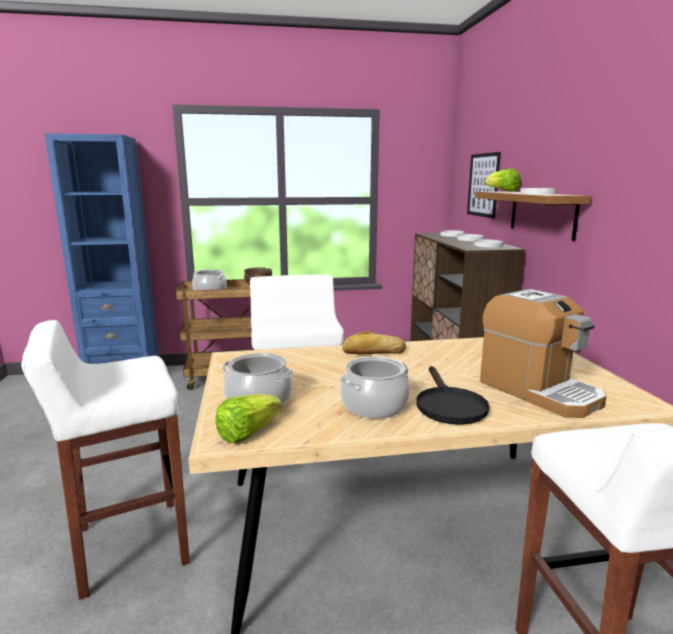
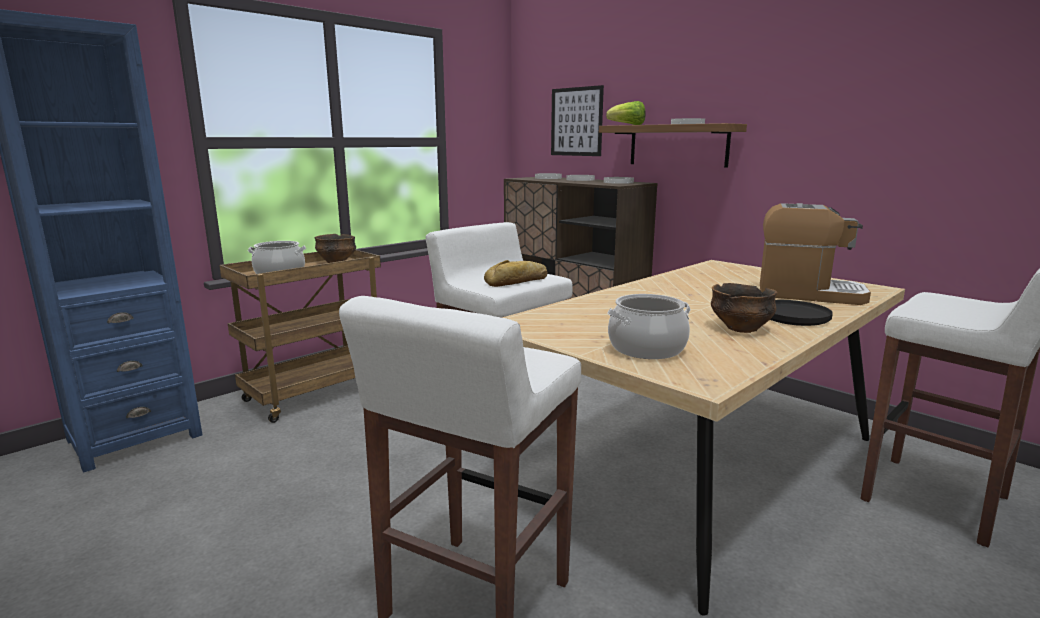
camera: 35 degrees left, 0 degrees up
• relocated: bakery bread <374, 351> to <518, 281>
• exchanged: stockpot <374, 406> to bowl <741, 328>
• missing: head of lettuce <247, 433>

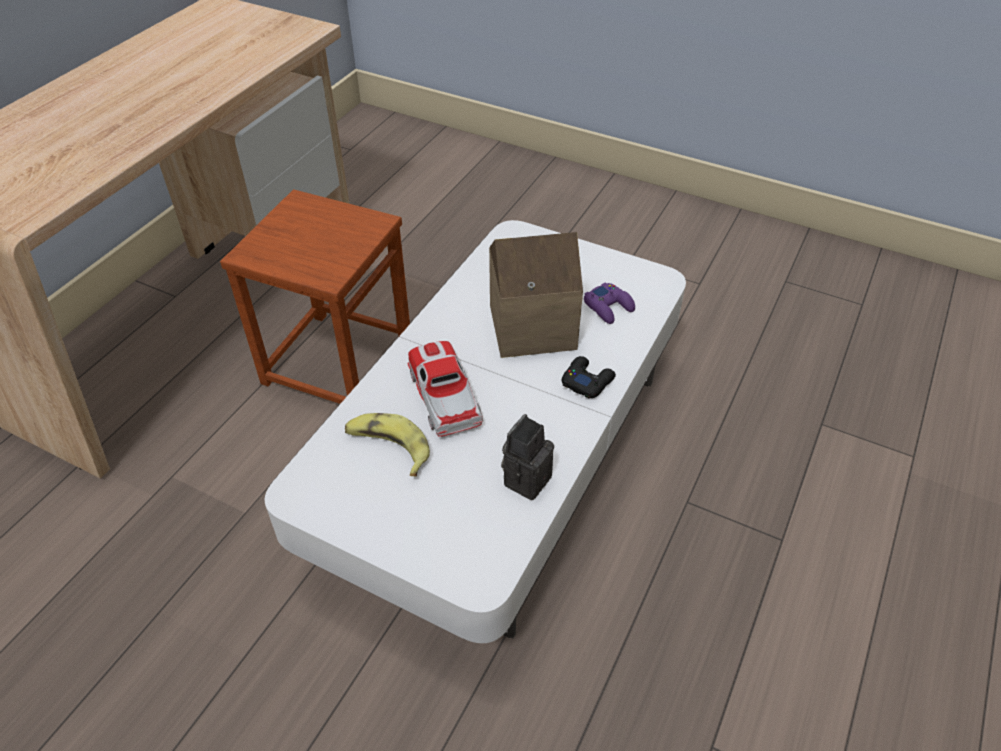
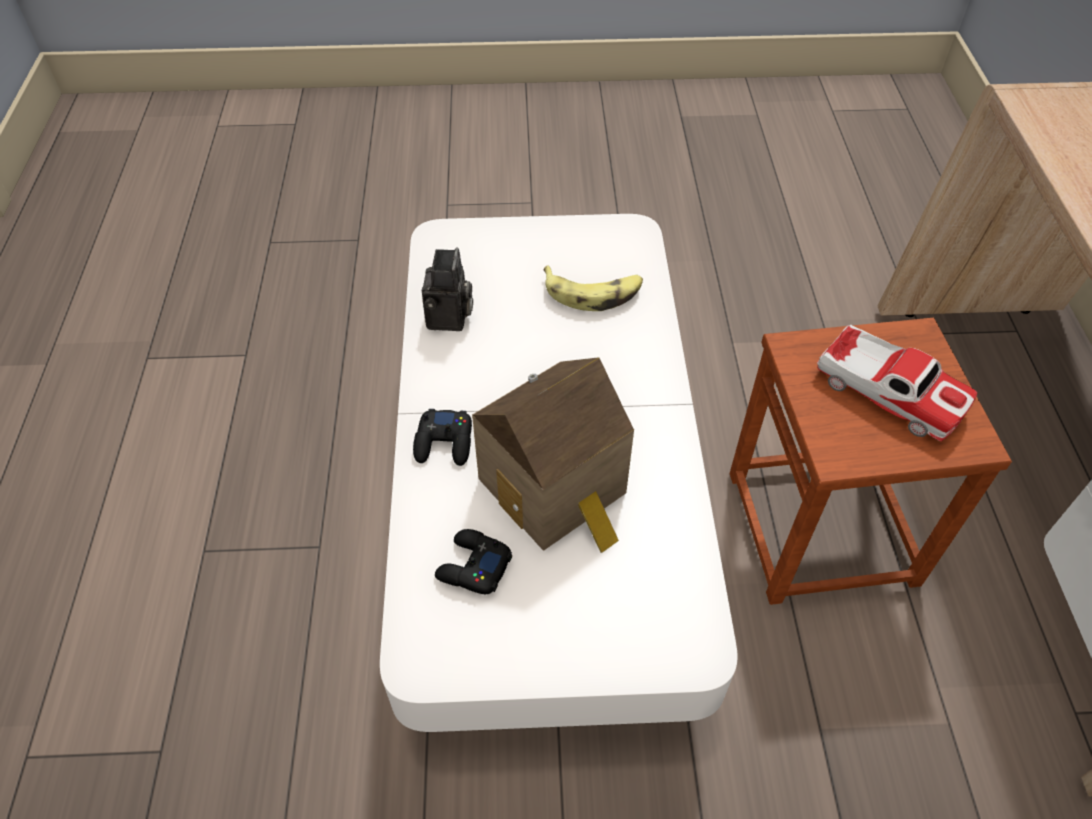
camera: 150 degrees right, 5 degrees up
• colour: purple-coloured game controller <609, 307> to blackish game controller <473, 567>
• relocated: toy car <445, 397> to <888, 391>

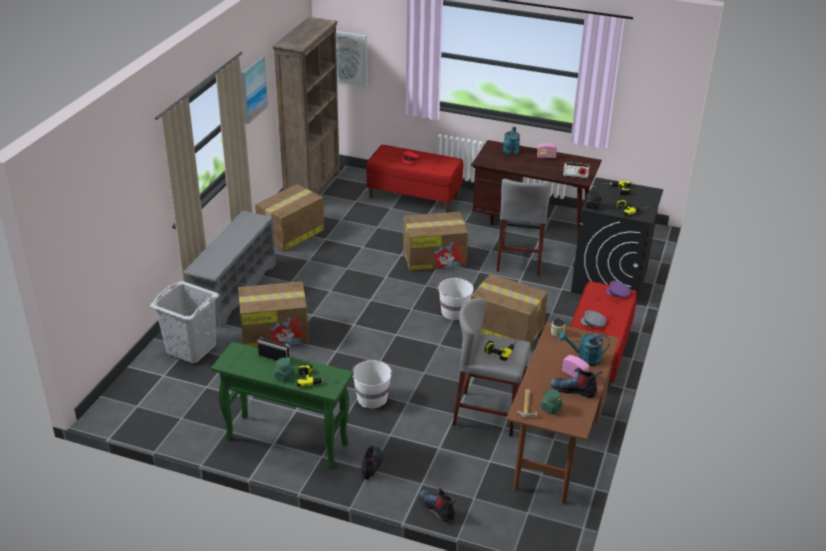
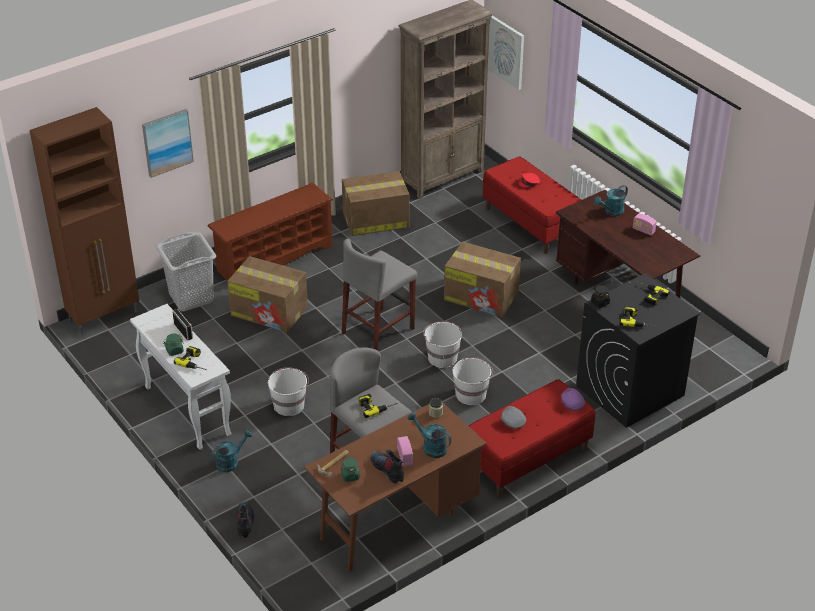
camera: 35 degrees right, 5 degrees up
• relocated: wall picture <252, 89> to <167, 142>
• missing: radio <575, 176>
• relocated: greyish sitting stool <519, 260> to <378, 331>
• colour: greyish shoe stand <234, 291> to brownish shoe stand <274, 257>
• exchanged: carton <505, 329> to white pail <471, 394>
• colour: green narrow table <286, 441> to white narrow table <186, 410>
• exchanged: high-top boot <371, 465> to turquoise watering pot <231, 462>
• appeared: brownish cupboard <105, 316>

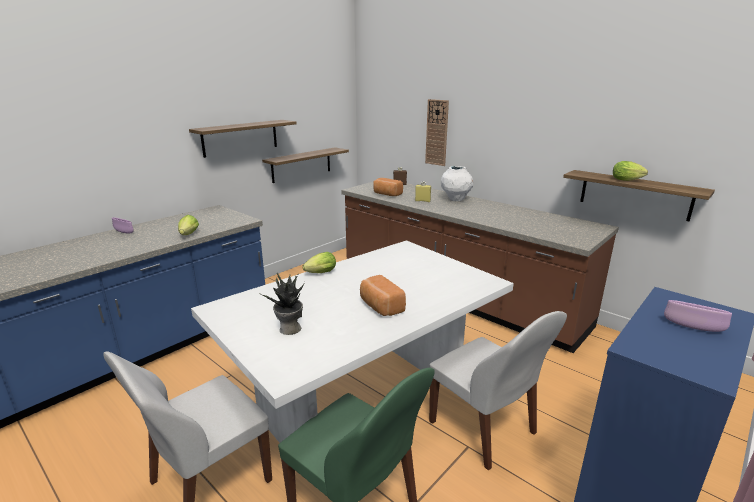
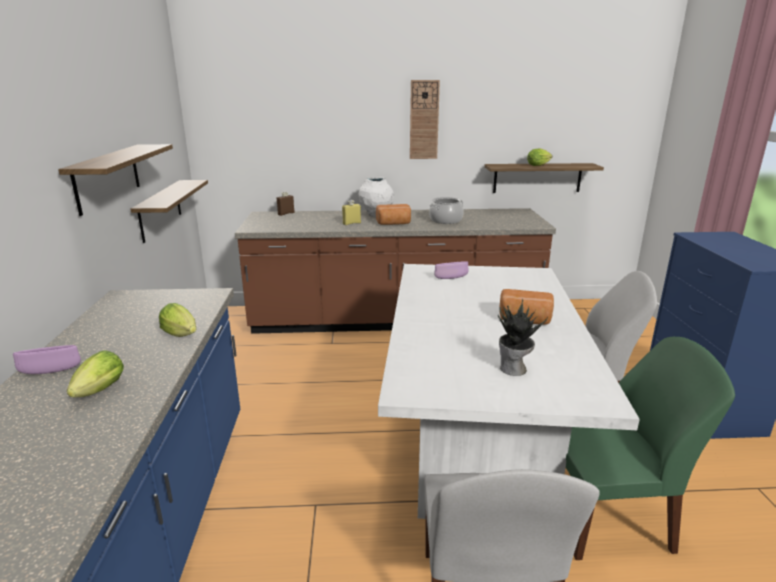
camera: 45 degrees left, 0 degrees up
• relocated: wall clock <437, 132> to <424, 120>
• relocated: bakery bread <386, 194> to <394, 223>
• relocated: head of lettuce <319, 273> to <98, 392>
• relocated: purple-coloured bowl <693, 327> to <451, 278>
• appeared: stockpot <446, 220>

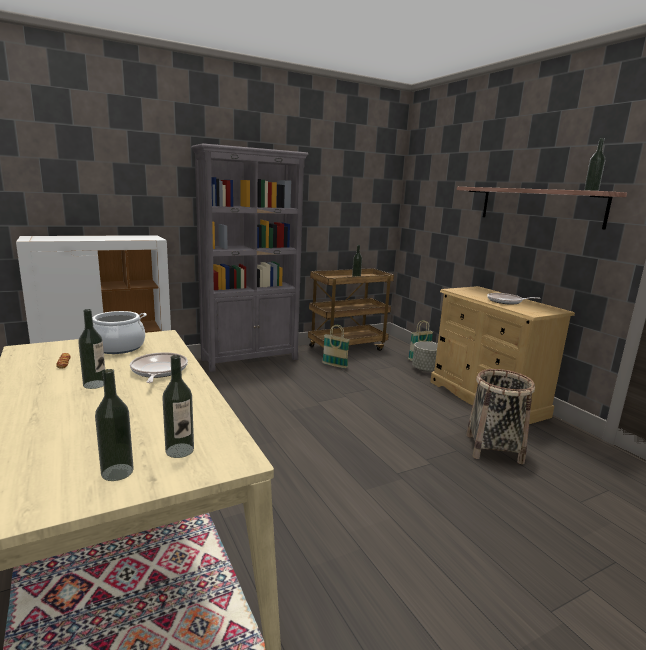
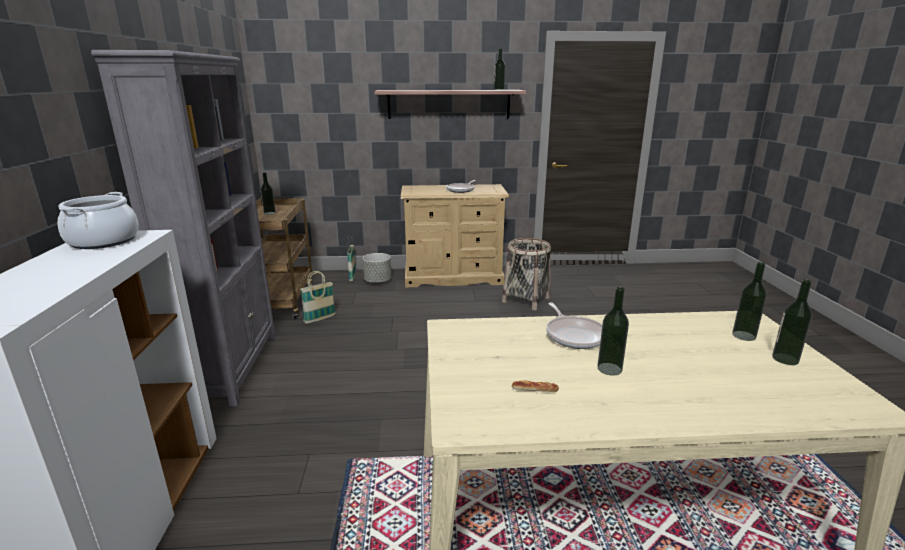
camera: 65 degrees left, 5 degrees up
• relocated: stockpot <118, 347> to <104, 241>
• spun: pan <158, 371> = <574, 335> 120 degrees counterclockwise

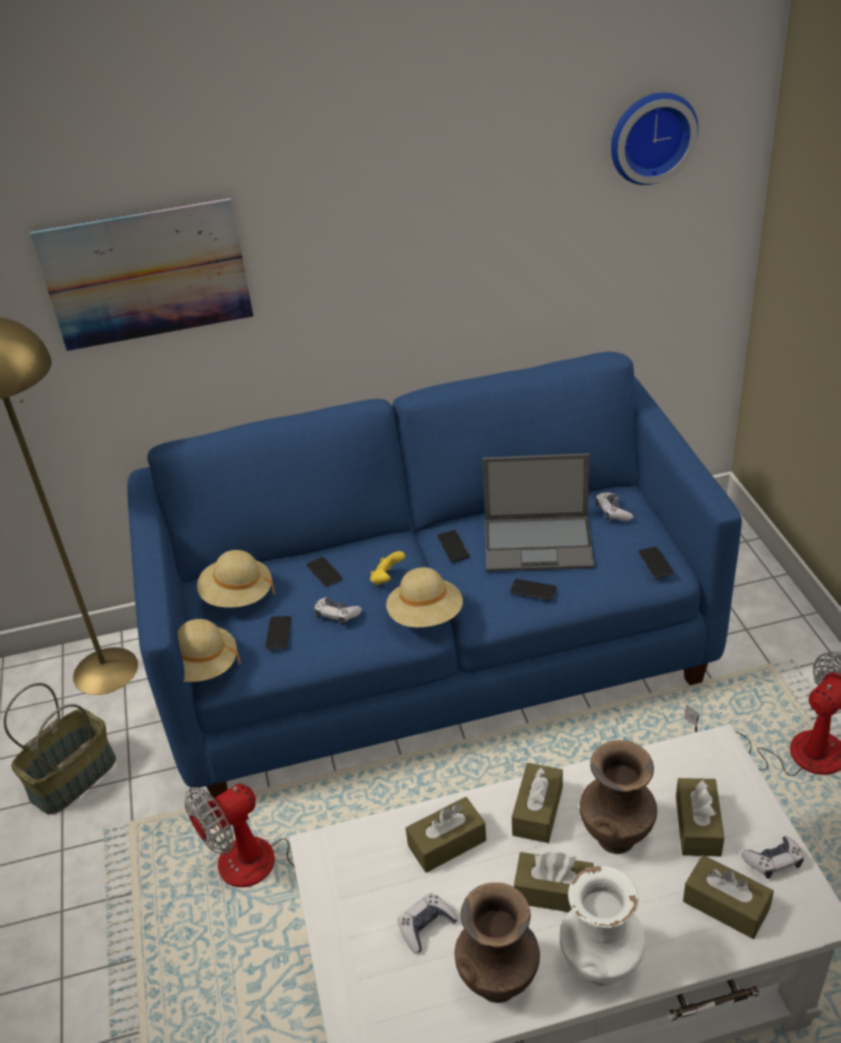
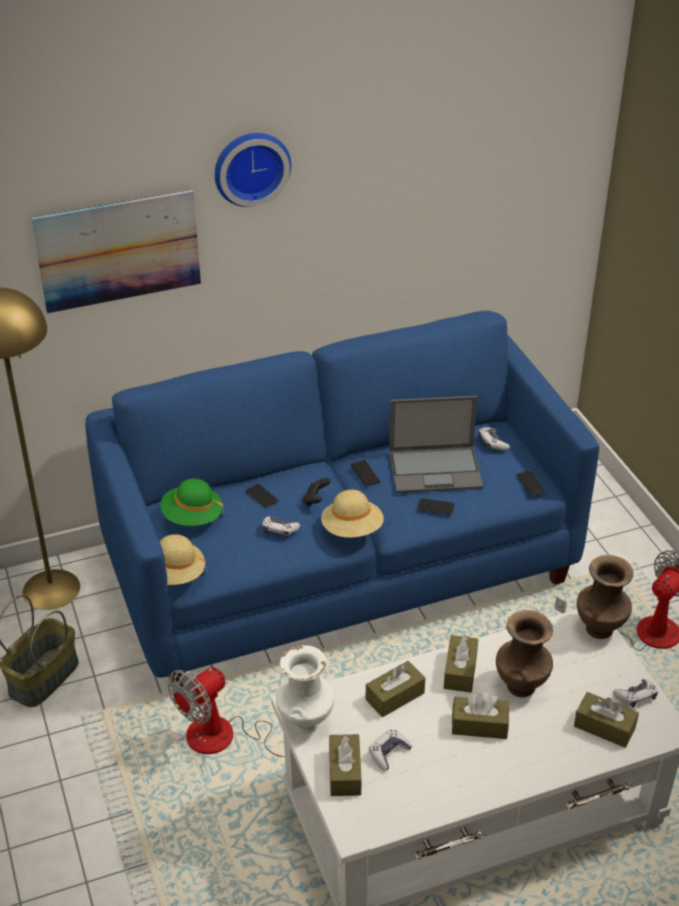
camera: 10 degrees left, 0 degrees up
• relocated: wall clock <651, 136> to <250, 167>
• colour: beige wearable hat <237, 596> to green wearable hat <192, 517>
• colour: yellow game controller <387, 579> to blackish game controller <315, 500>
• missing: telephone <278, 633>
• relocated: brownish tissue box <697, 826> to <345, 772>
• relocated: white flower vase <600, 968> to <305, 723>
• relocated: brownish flower vase <499, 981> to <600, 628>

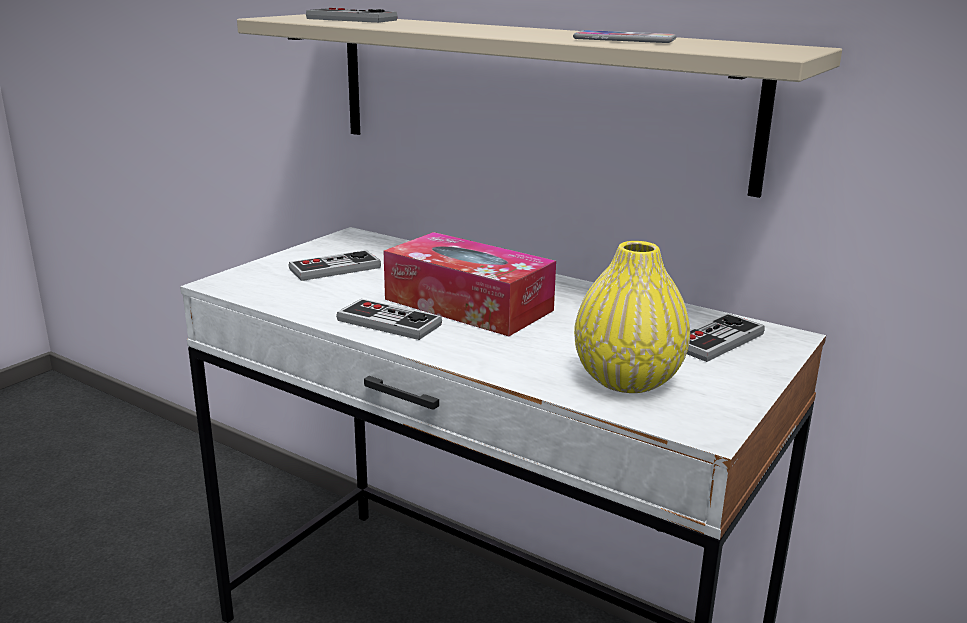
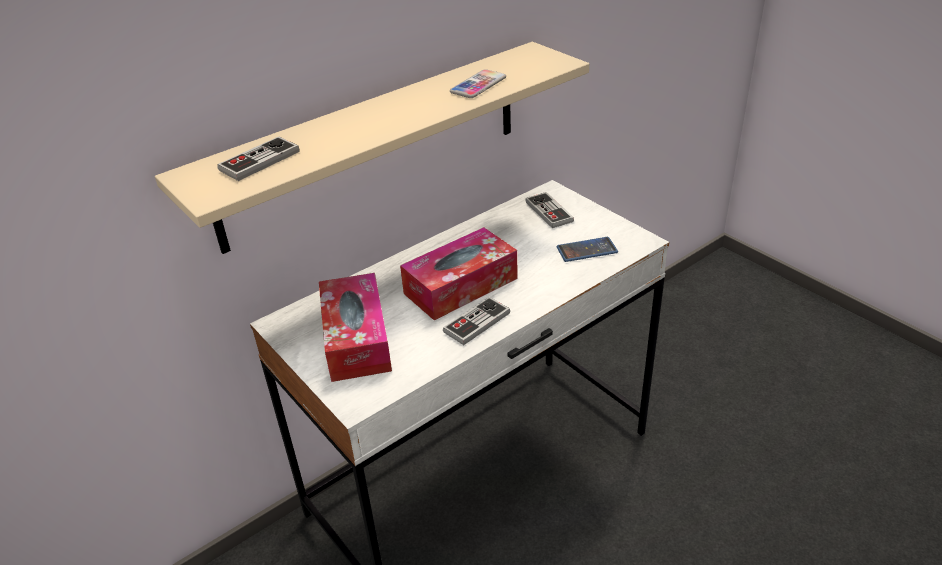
camera: 70 degrees left, 15 degrees up
• exchanged: yellow flower vase <627, 380> to telephone <587, 250>
• exchanged: game controller <335, 268> to tissue box <356, 339>

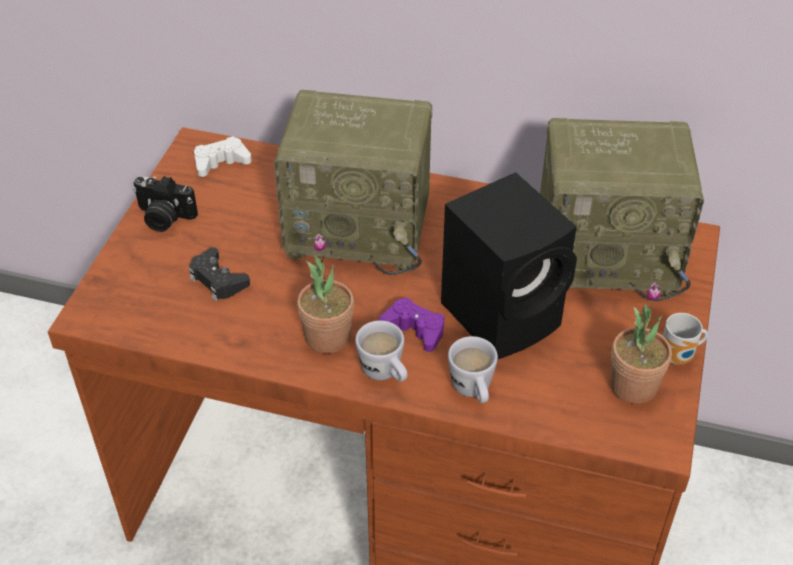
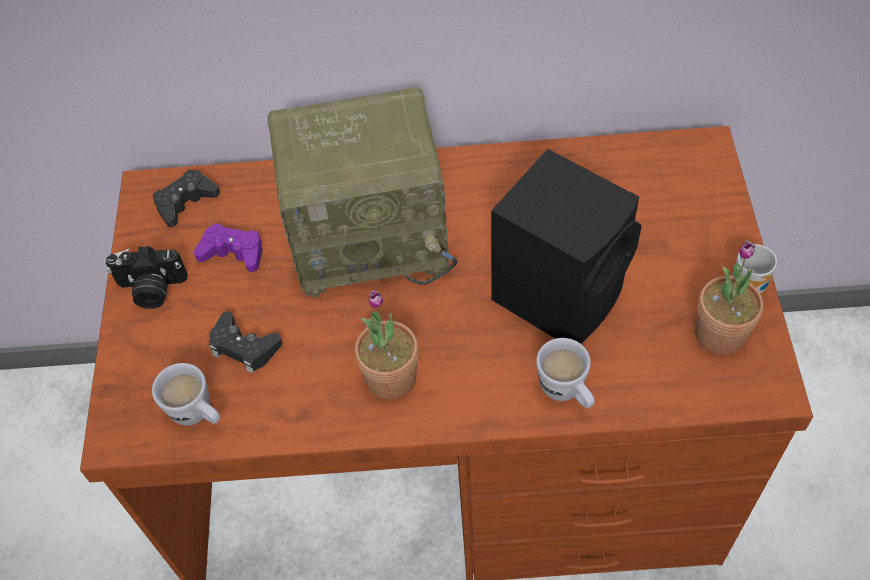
camera: 15 degrees left, 10 degrees up
• missing: radio <608, 253>
• colour: white game controller <221, 162> to blackish game controller <186, 202>
• relocated: purple-coloured game controller <414, 329> to <233, 252>
• relocated: white mug <385, 374> to <198, 414>

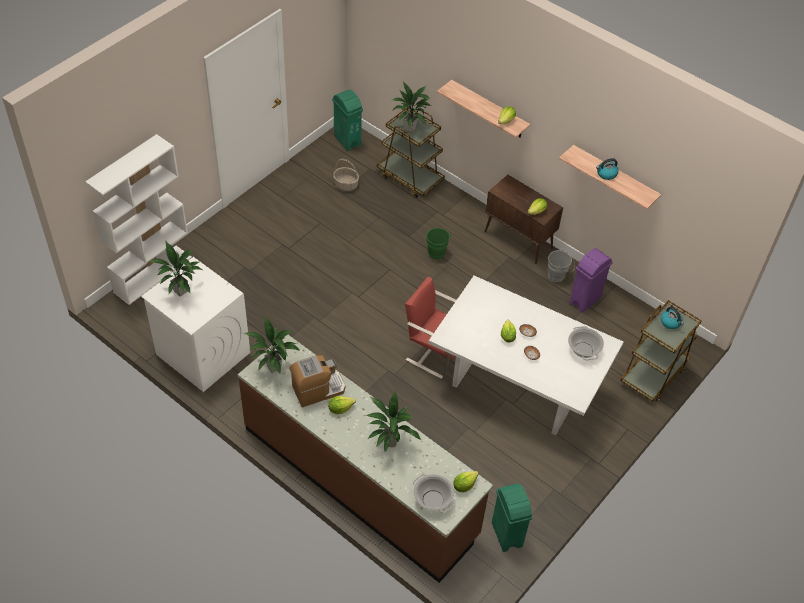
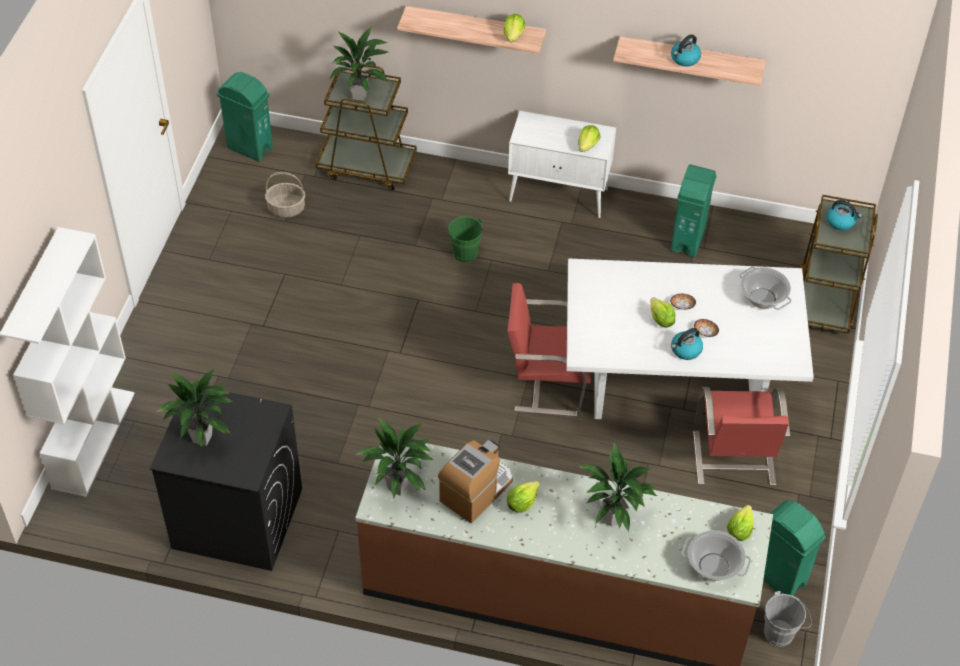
camera: 25 degrees left, 0 degrees up
• colour: brownish cupboard <519, 240> to white cupboard <559, 195>
• relocated: greyish pail <558, 275> to <782, 632>
• colour: purple-coloured waste bin <585, 300> to green waste bin <688, 240>
• colour: white washing machine <202, 353> to blackish washing machine <236, 519>
• appeared: tea kettle <685, 350>
• appeared: reddish plain chair <733, 459>

